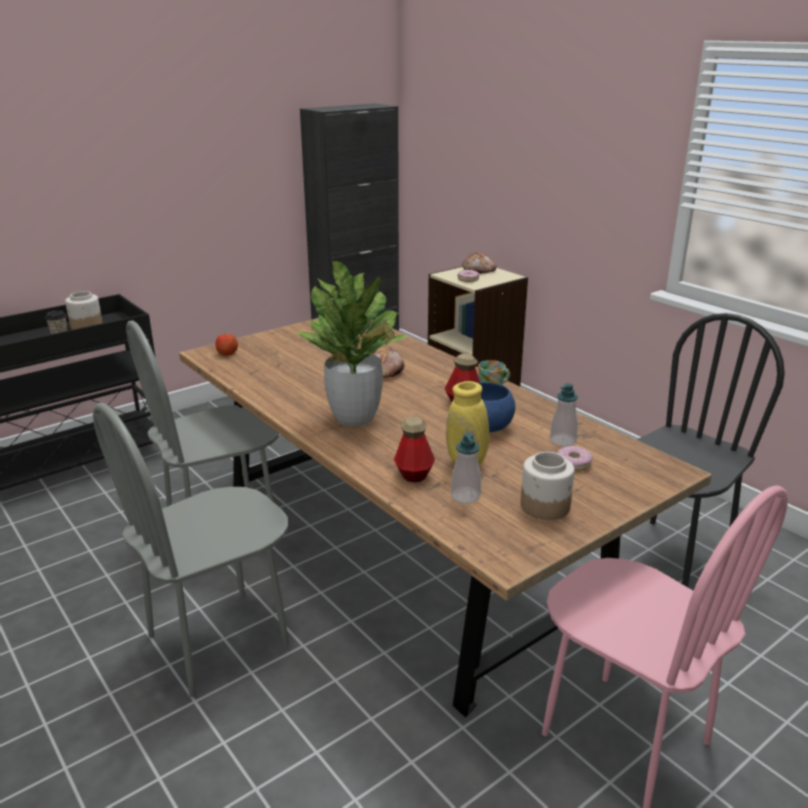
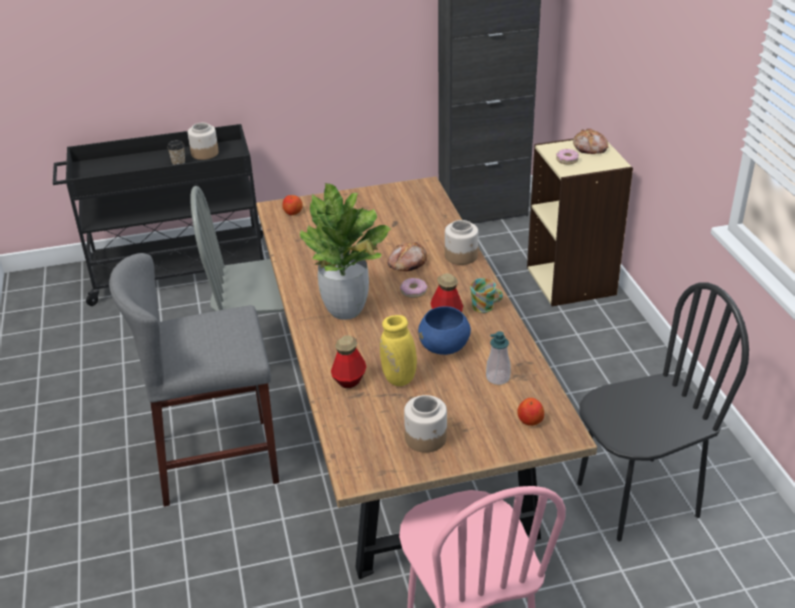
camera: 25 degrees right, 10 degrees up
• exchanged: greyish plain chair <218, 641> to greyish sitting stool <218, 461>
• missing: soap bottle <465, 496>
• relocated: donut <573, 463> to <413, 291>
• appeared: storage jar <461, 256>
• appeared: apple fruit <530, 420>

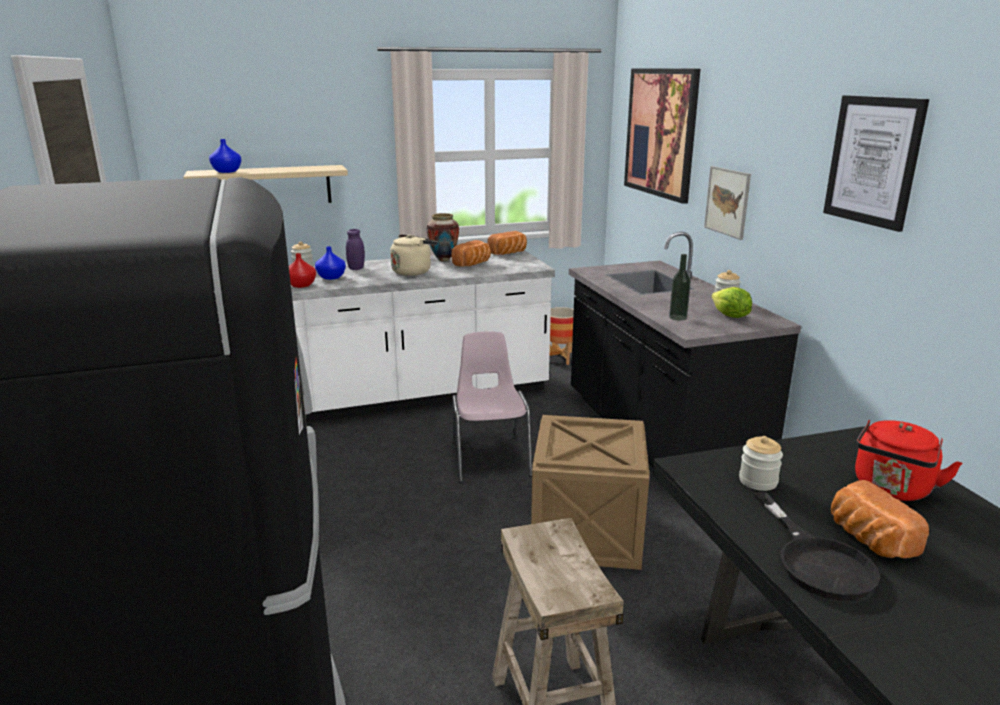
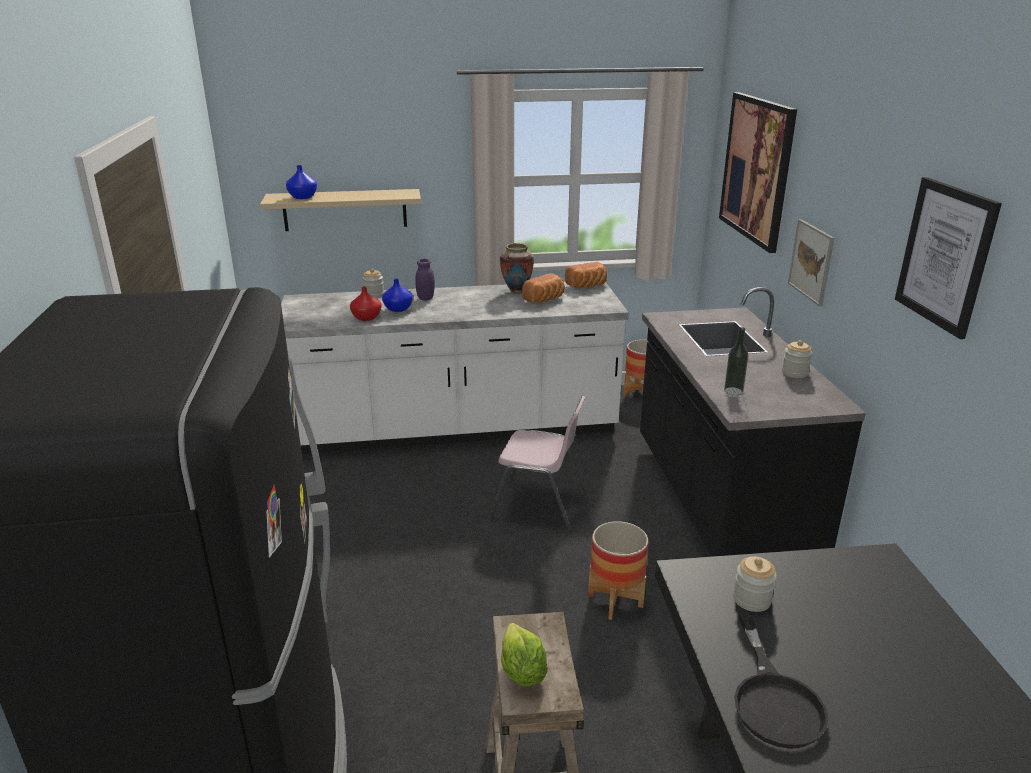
camera: 10 degrees right, 5 degrees up
• missing: beige tea kettle <413, 272>
• relocated: head of lettuce <730, 316> to <522, 672>
• spun: pinkish plain chair <490, 458> = <539, 507> 105 degrees clockwise
• exchanged: shipping crate <586, 531> to flower pot <616, 601>
• missing: reddish tea kettle <891, 490>
• missing: bakery bread <868, 539>

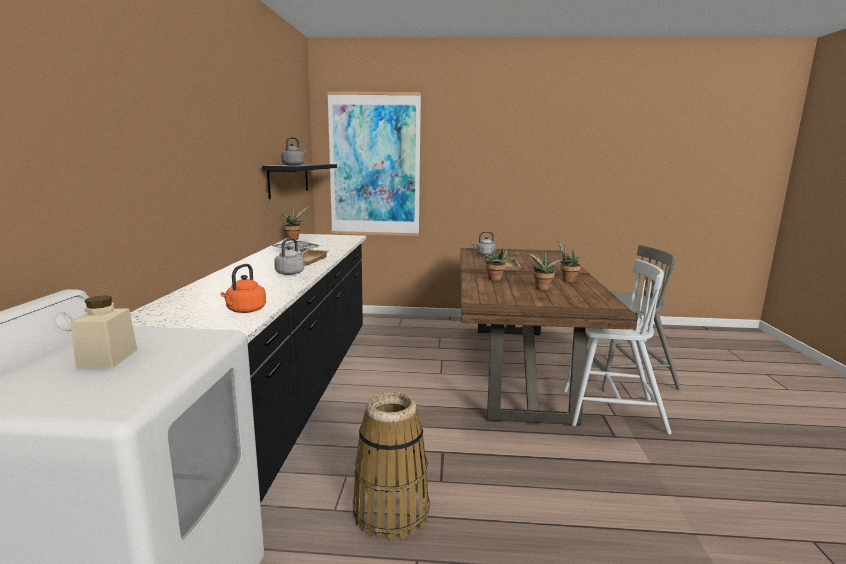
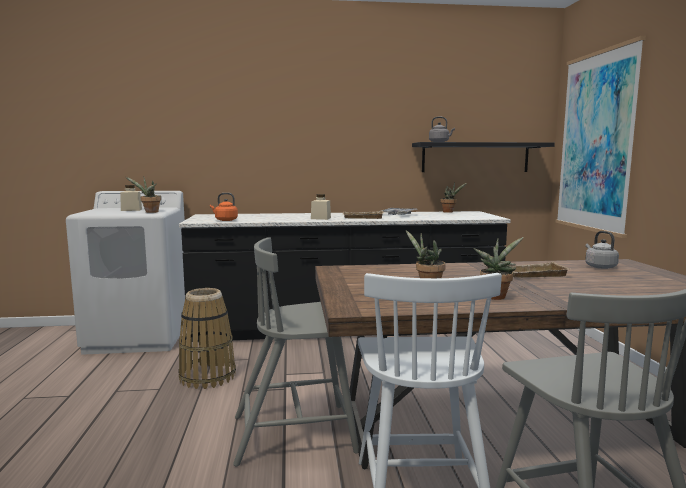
camera: 80 degrees right, 5 degrees down
• exchanged: greyish tea kettle <291, 273> to beige storage jar <320, 218>
• relocated: potted plant <496, 279> to <150, 212>
• appeared: greyish plain chair <296, 433>

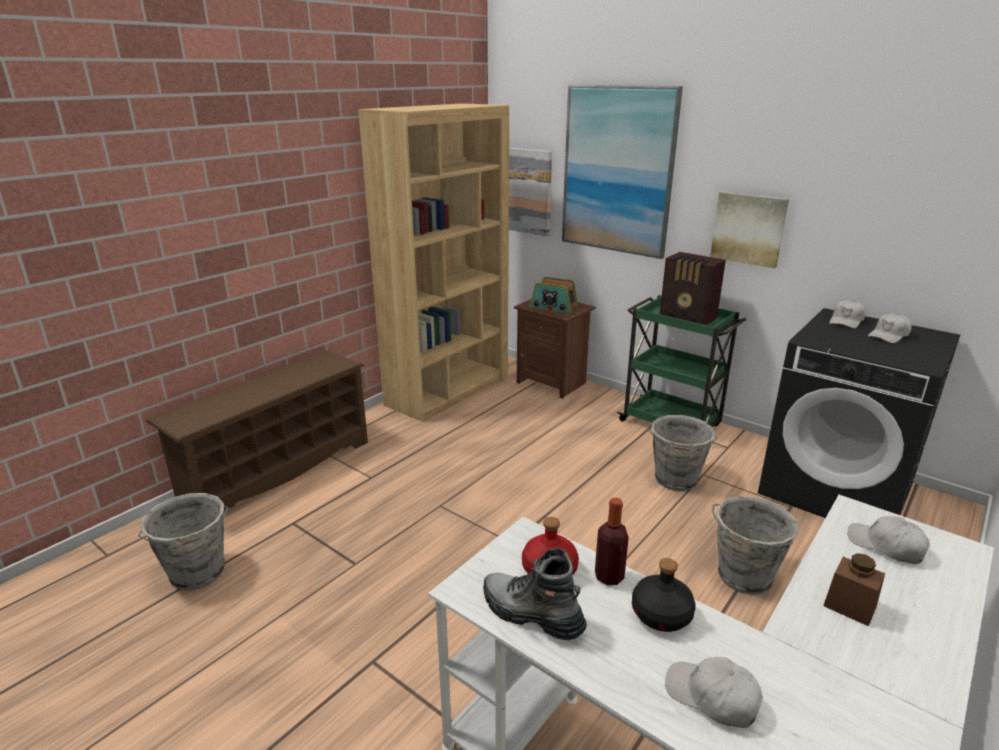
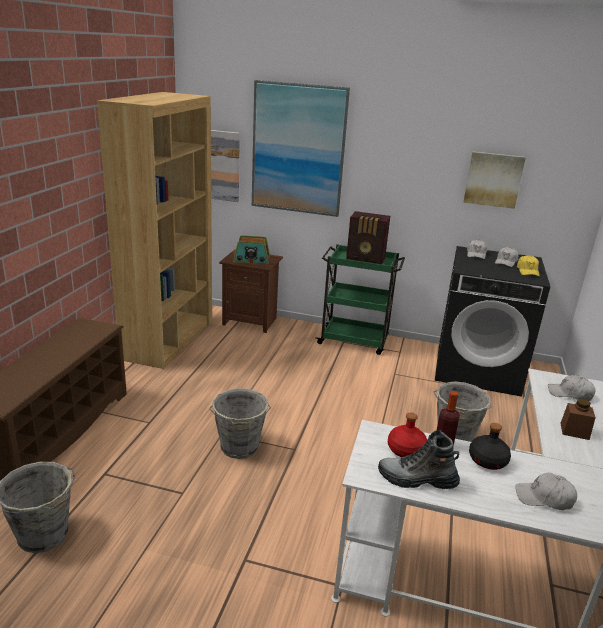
camera: 25 degrees left, 0 degrees up
• relocated: wall picture <748, 229> to <493, 179>
• relocated: greyish pail <675, 480> to <239, 448>
• appeared: yellow peaked cap <527, 271>

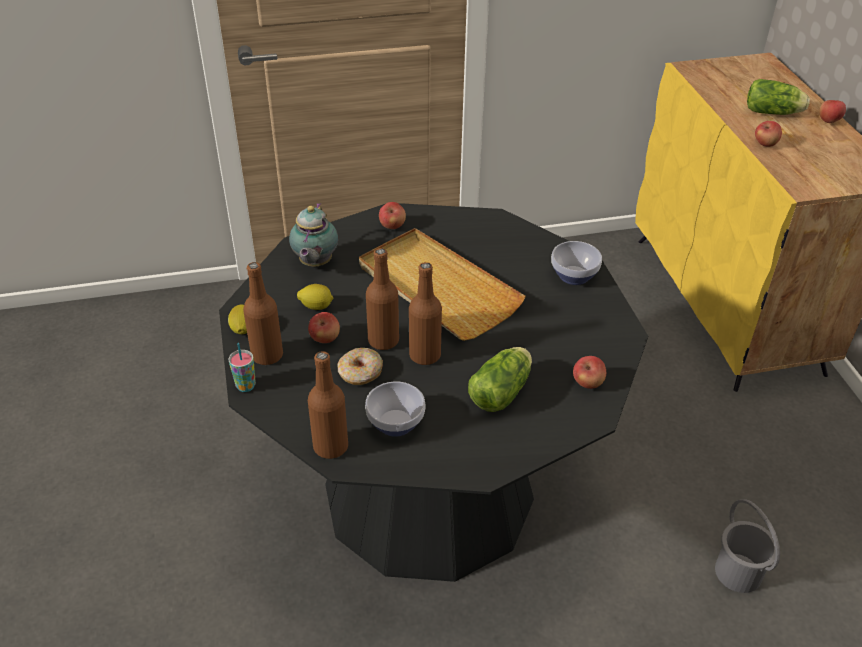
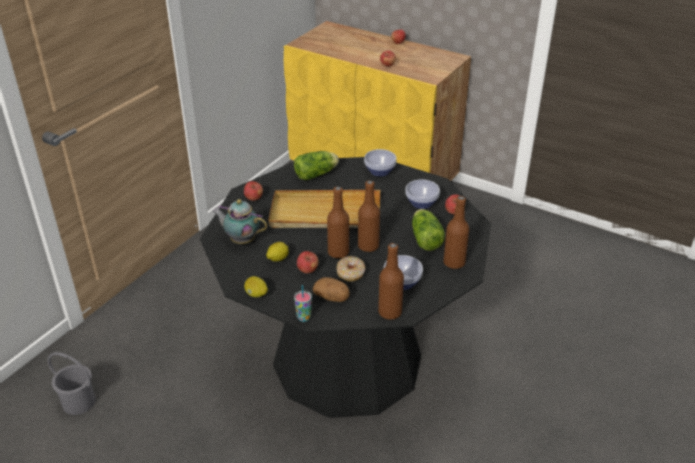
camera: 45 degrees left, 5 degrees down
• relocated: head of lettuce <774, 113> to <317, 174>
• spun: tea pot <314, 264> = <241, 240> 150 degrees clockwise
• relocated: brownish beverage bottle <267, 355> to <454, 263>
• relocated: greyish pail <738, 572> to <79, 401>
• appeared: bowl <422, 202>
• appeared: spud <332, 297>

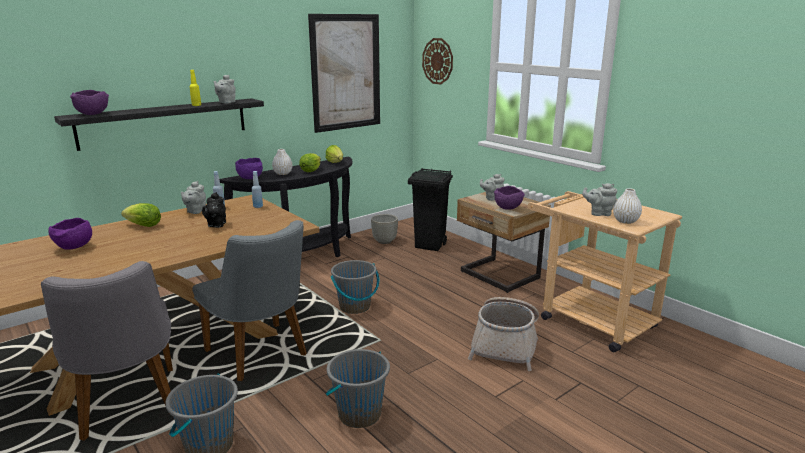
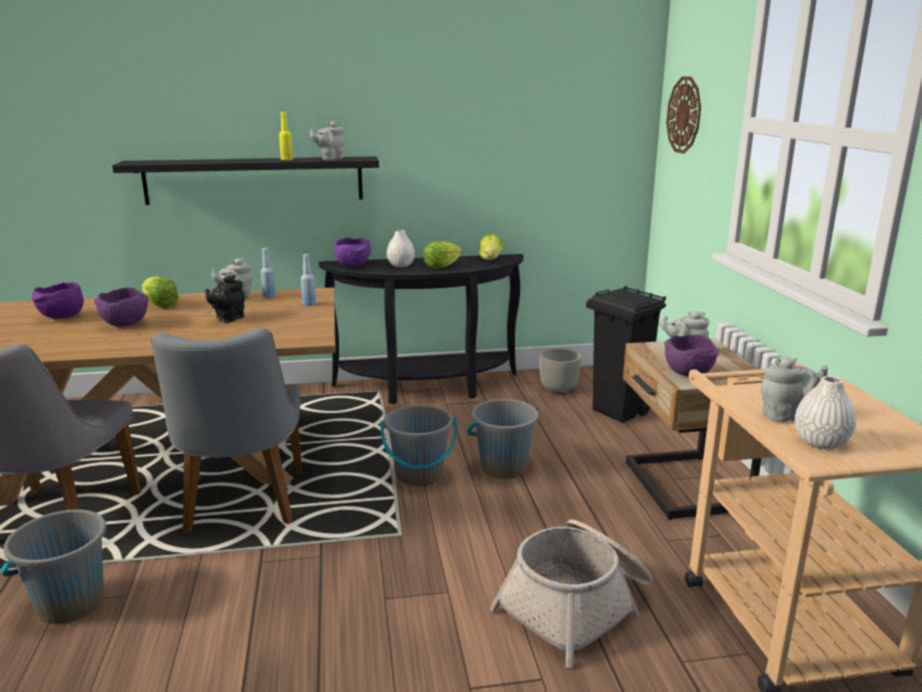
camera: 30 degrees right, 0 degrees up
• missing: wall picture <346, 72>
• relocated: purple-coloured bowl <93, 114> to <126, 324>
• spun: greyish tea pot <599, 213> = <786, 415> 135 degrees clockwise
• relocated: greyish pail <359, 414> to <503, 467>

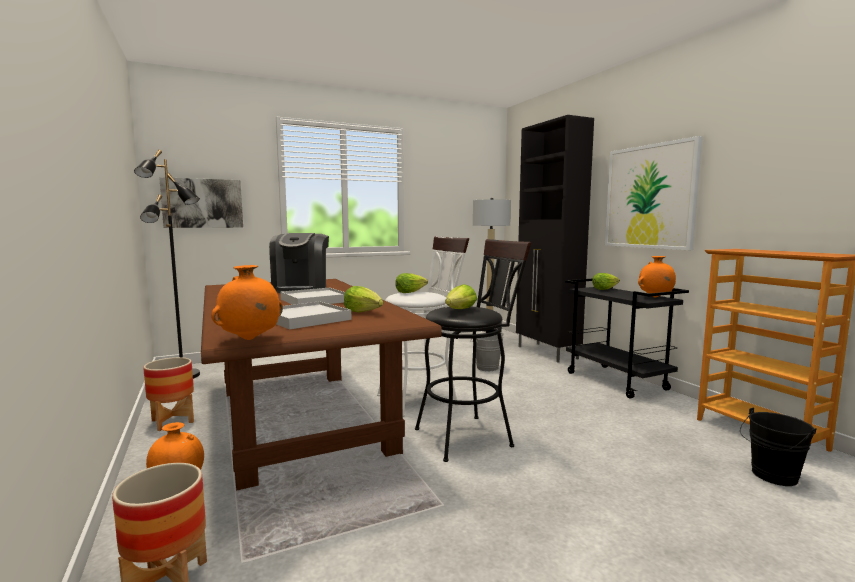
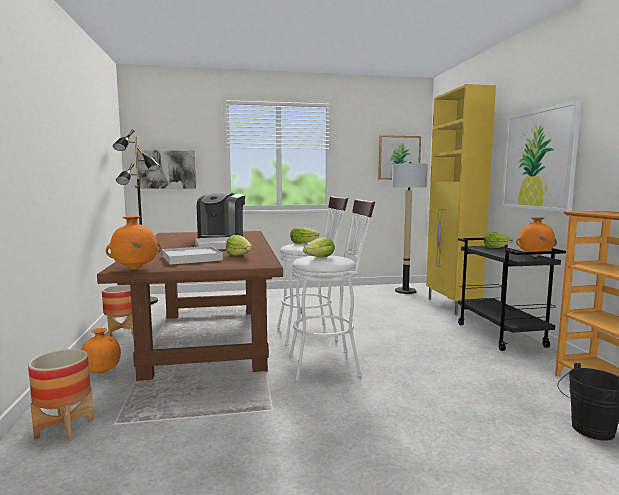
camera: 15 degrees right, 0 degrees up
• colour: blackish cupboard <547, 353> to yellow cupboard <452, 306>
• colour: blackish sitting stool <470, 435> to white sitting stool <330, 365>
• missing: greyish pail <486, 367>
• appeared: wall picture <399, 157>

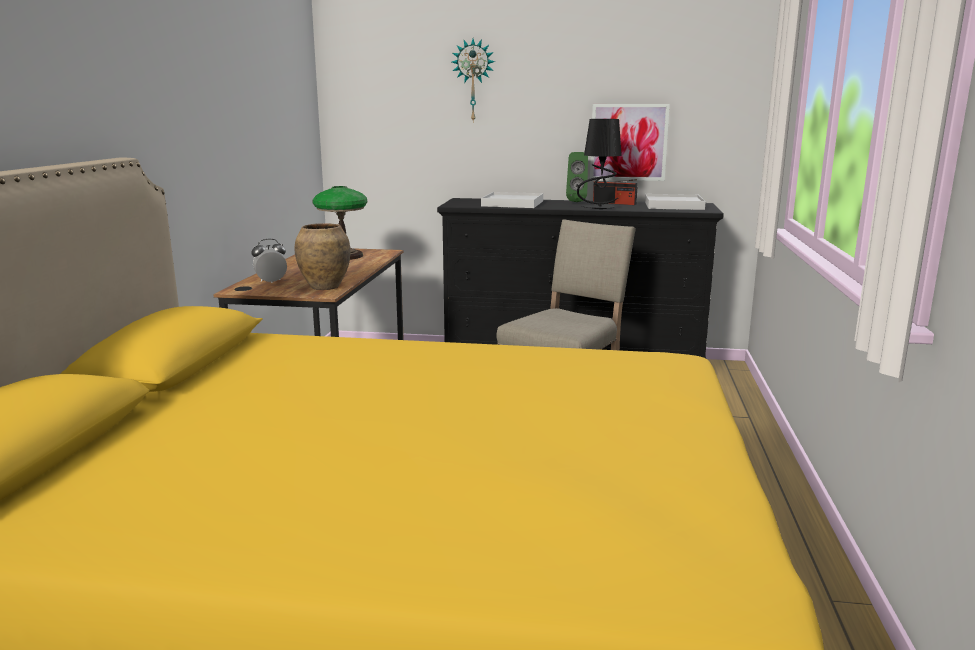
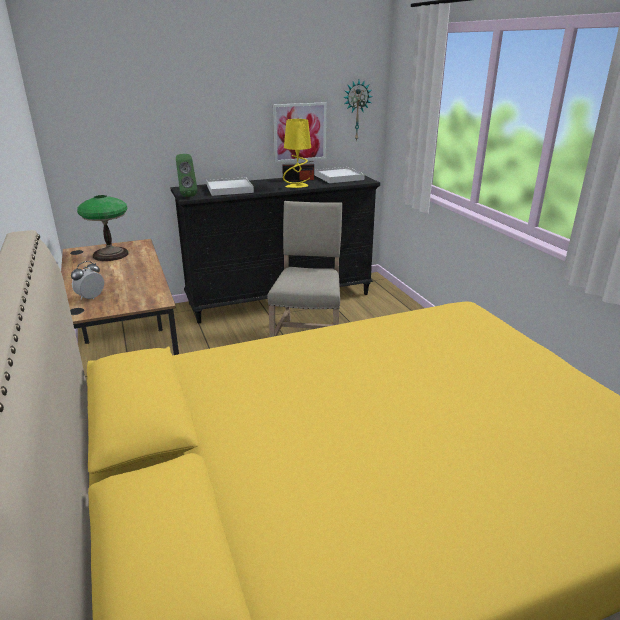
camera: 30 degrees left, 10 degrees up
• relocated: wall clock <473, 80> to <356, 110>
• colour: blackish lamp for a table <598, 208> to yellow lamp for a table <297, 186>
• relocated: green loudspeaker <576, 201> to <187, 195>
• missing: brownish flower vase <324, 287>

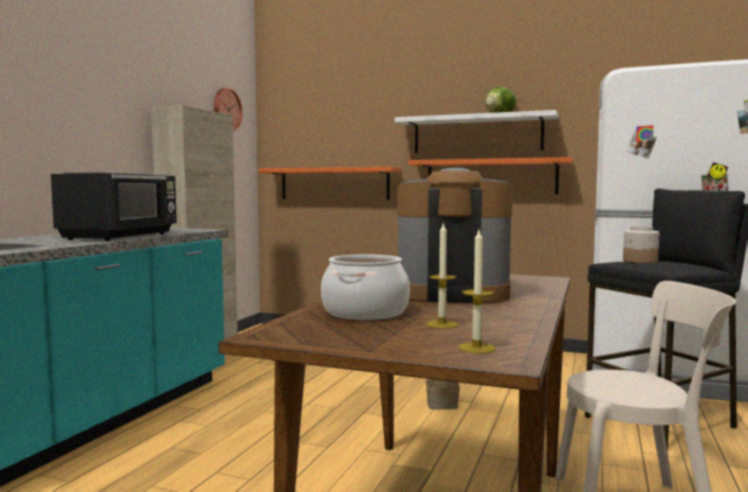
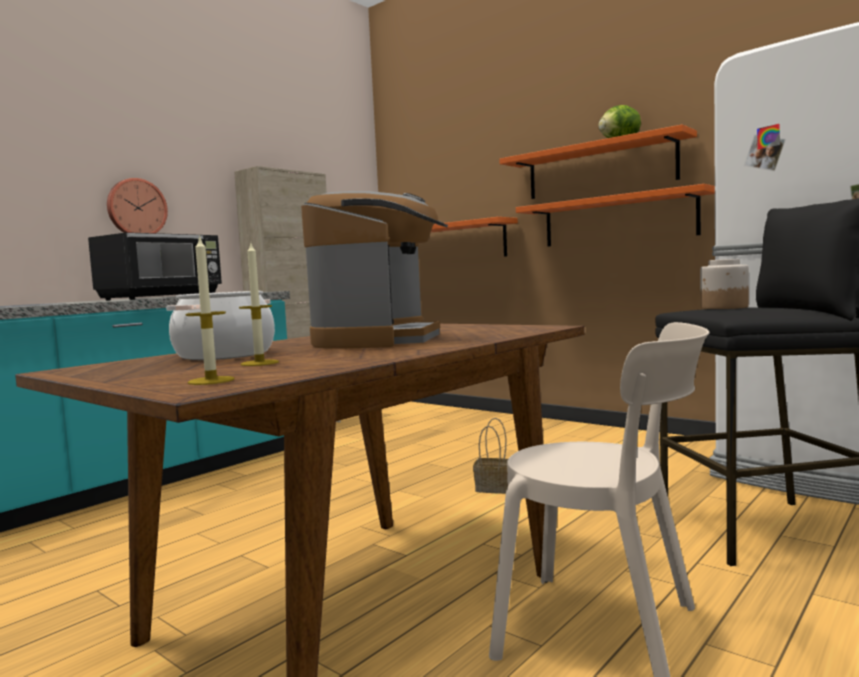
camera: 20 degrees right, 0 degrees up
• relocated: wall clock <226, 109> to <136, 208>
• colour: white bracket shelf <477, 134> to orangey bracket shelf <599, 168>
• spun: coffee brewer <452, 293> = <379, 340> 75 degrees clockwise

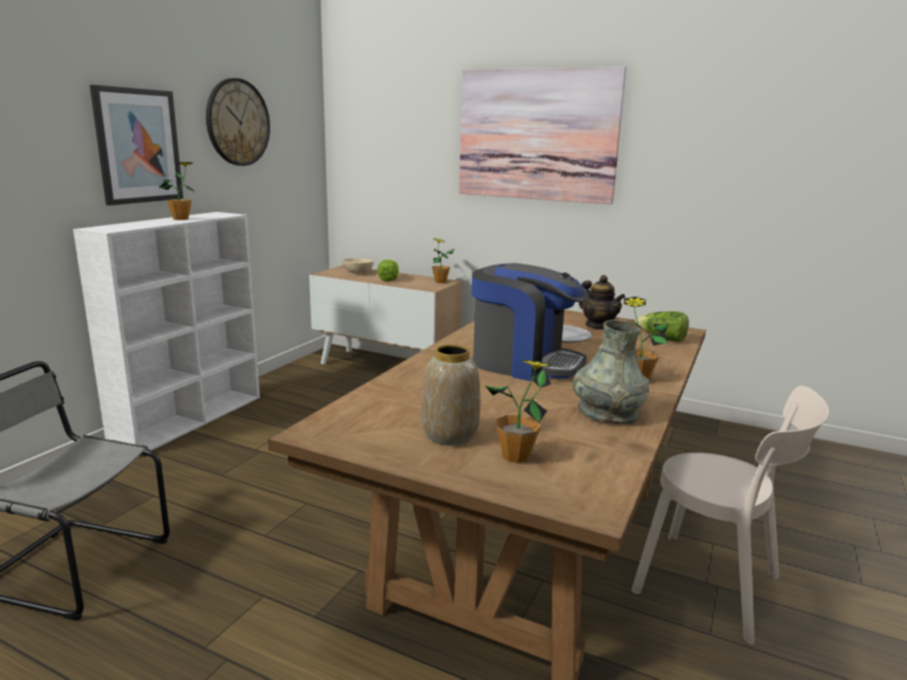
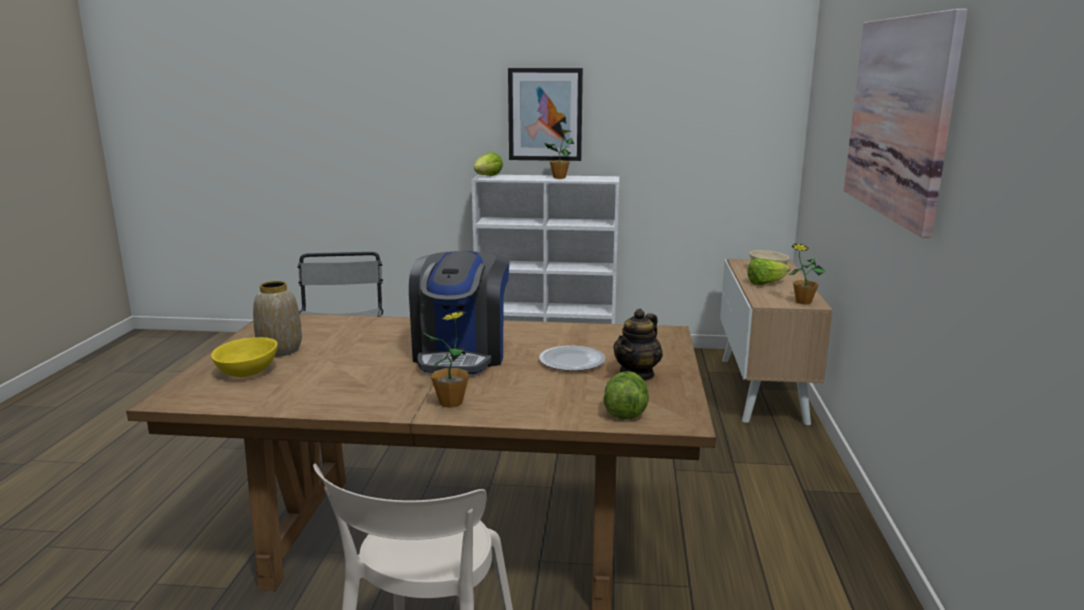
camera: 70 degrees right, 0 degrees up
• missing: wall clock <237, 122>
• missing: greyish flower vase <607, 412>
• exchanged: potted plant <516, 456> to yellow bowl <248, 372>
• appeared: head of lettuce <487, 177>

